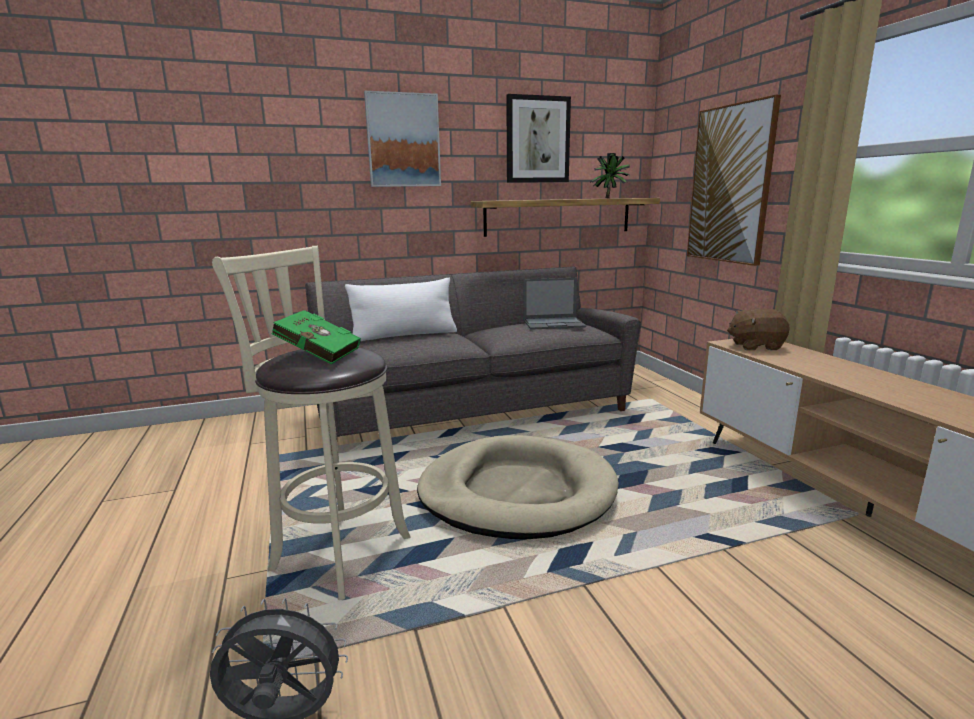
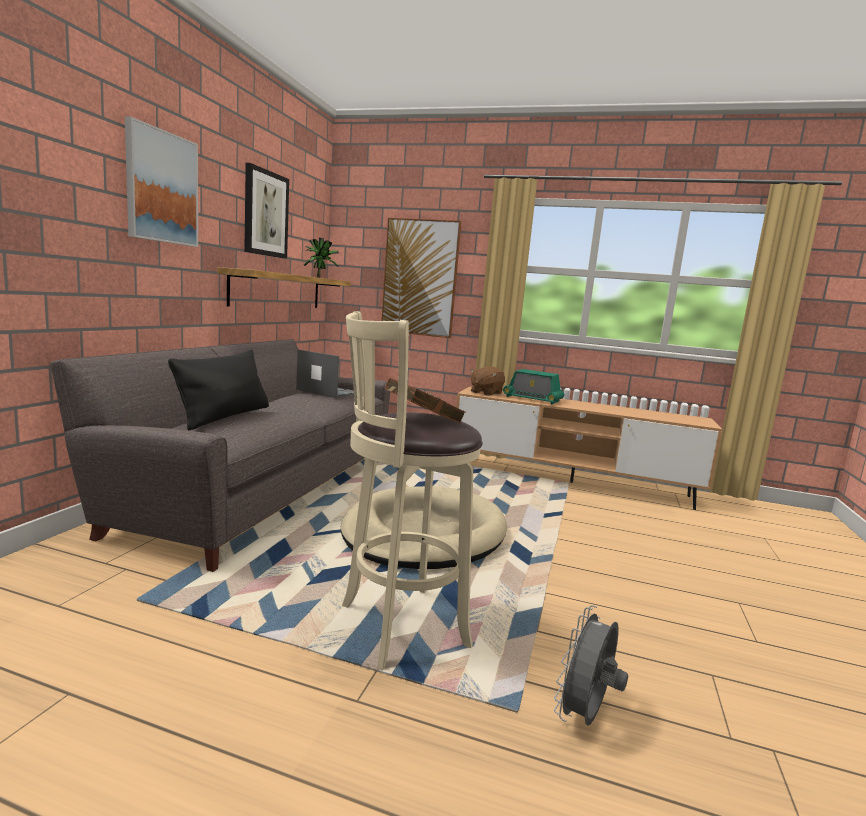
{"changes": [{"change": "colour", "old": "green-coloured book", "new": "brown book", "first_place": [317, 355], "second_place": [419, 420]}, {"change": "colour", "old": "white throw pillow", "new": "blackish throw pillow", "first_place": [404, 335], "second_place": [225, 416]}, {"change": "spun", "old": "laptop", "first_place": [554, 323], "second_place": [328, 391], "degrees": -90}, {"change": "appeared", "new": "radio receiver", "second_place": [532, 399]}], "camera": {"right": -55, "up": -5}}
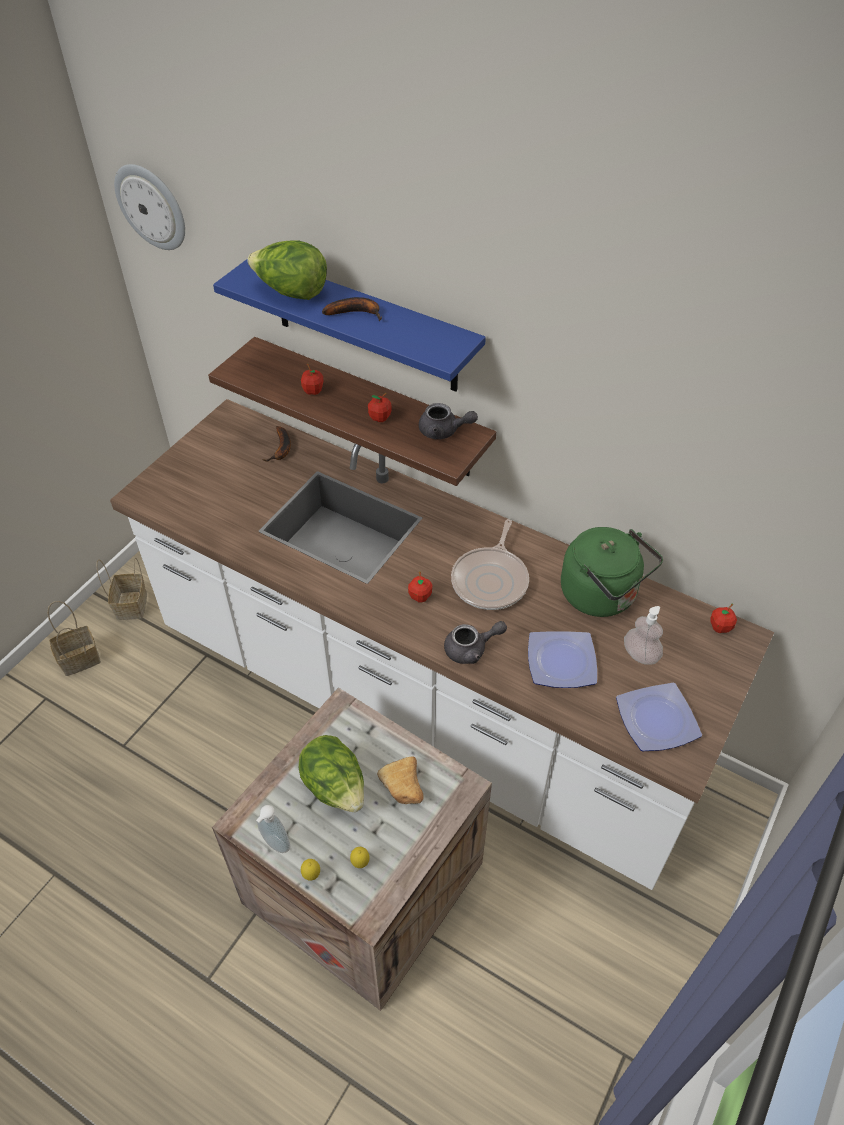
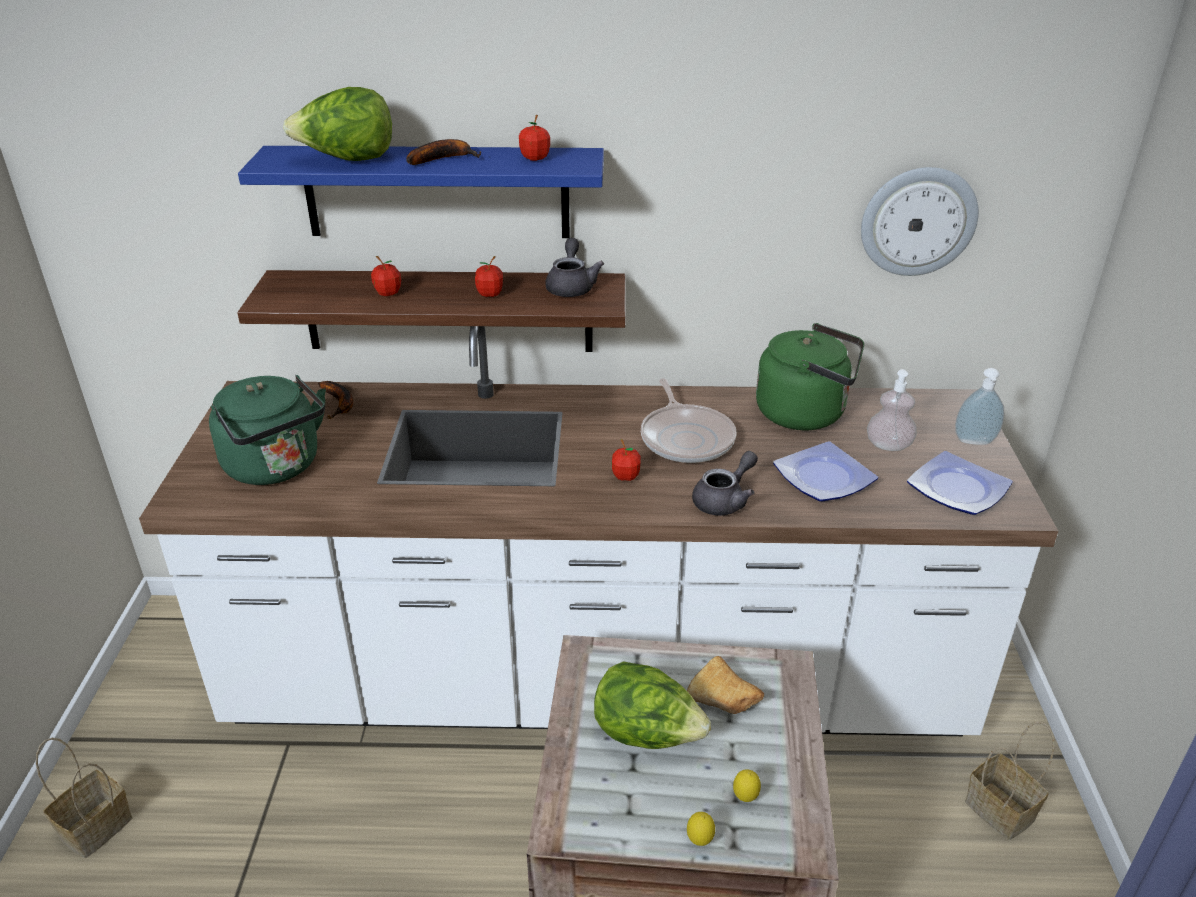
{"changes": [{"change": "relocated", "old": "basket", "first_place": [132, 606], "second_place": [1002, 811]}, {"change": "relocated", "old": "hanging clock", "first_place": [152, 206], "second_place": [918, 221]}, {"change": "relocated", "old": "liquid soap bottle", "first_place": [274, 845], "second_place": [974, 442]}, {"change": "spun", "old": "grey tea pot", "first_place": [444, 431], "second_place": [571, 286], "degrees": -75}, {"change": "relocated", "old": "whole apple", "first_place": [720, 627], "second_place": [535, 158]}, {"change": "appeared", "new": "green-coloured water kettle", "second_place": [276, 467]}], "camera": {"right": -30, "up": -15}}
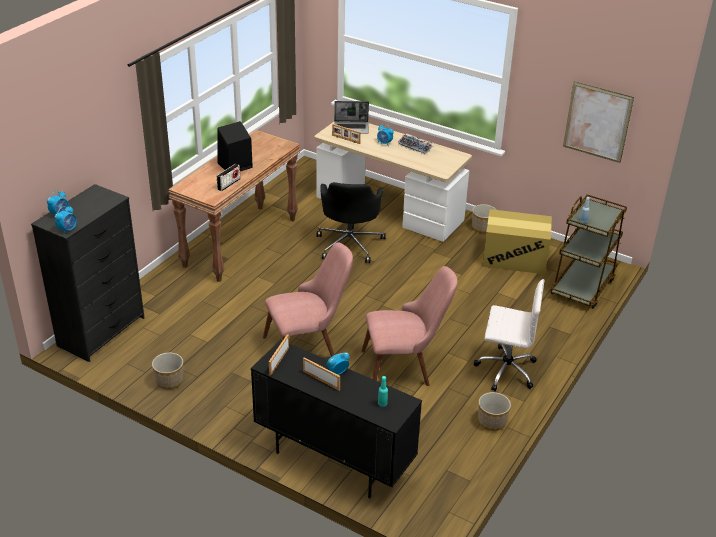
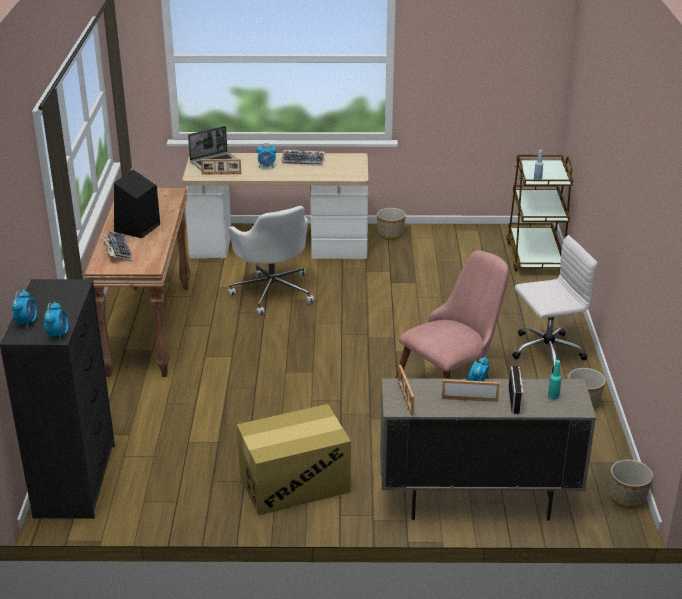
{"changes": [{"change": "relocated", "old": "planter", "first_place": [170, 381], "second_place": [627, 498]}, {"change": "relocated", "old": "radio receiver", "first_place": [229, 184], "second_place": [514, 400]}, {"change": "colour", "old": "blackish cabinet", "new": "beige-coloured cabinet", "first_place": [333, 461], "second_place": [477, 501]}, {"change": "missing", "old": "pinkish chair", "first_place": [309, 346]}, {"change": "colour", "old": "blackish computer chair", "new": "white computer chair", "first_place": [350, 244], "second_place": [273, 291]}, {"change": "relocated", "old": "carton", "first_place": [514, 258], "second_place": [294, 483]}, {"change": "missing", "old": "wall picture", "first_place": [597, 122]}, {"change": "appeared", "new": "keyboard", "second_place": [117, 250]}], "camera": {"right": -30, "up": -5}}
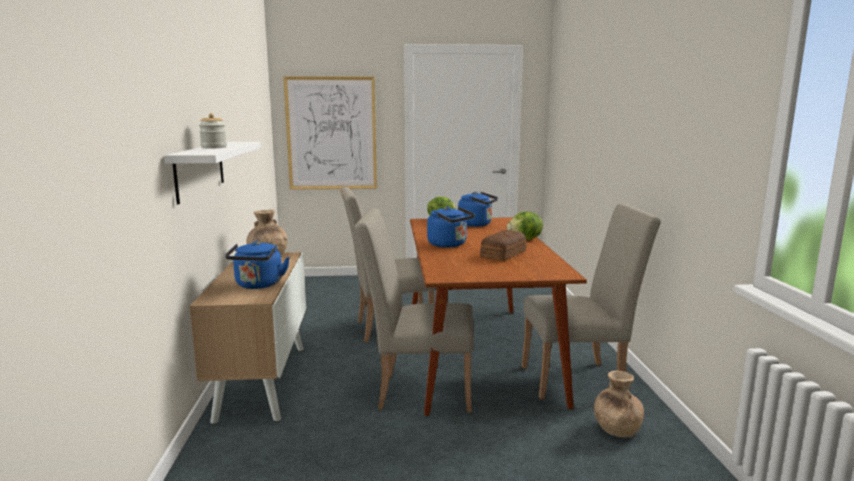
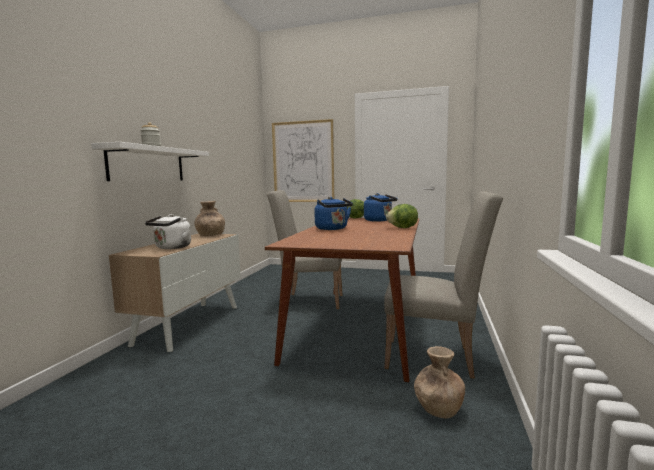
{"changes": [{"change": "colour", "old": "blue-coloured water kettle", "new": "white water kettle", "first_place": [258, 285], "second_place": [171, 248]}, {"change": "missing", "old": "beige-coloured chair", "first_place": [417, 391]}, {"change": "missing", "old": "baked bread", "first_place": [502, 254]}], "camera": {"right": 20, "up": -5}}
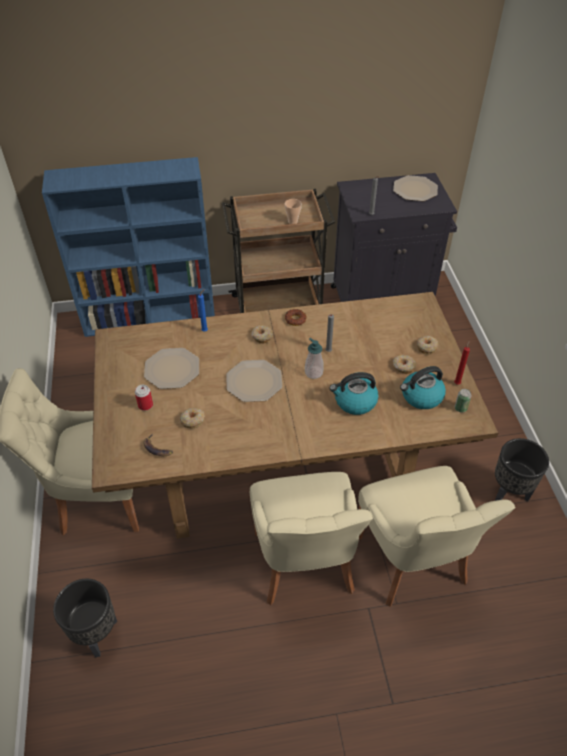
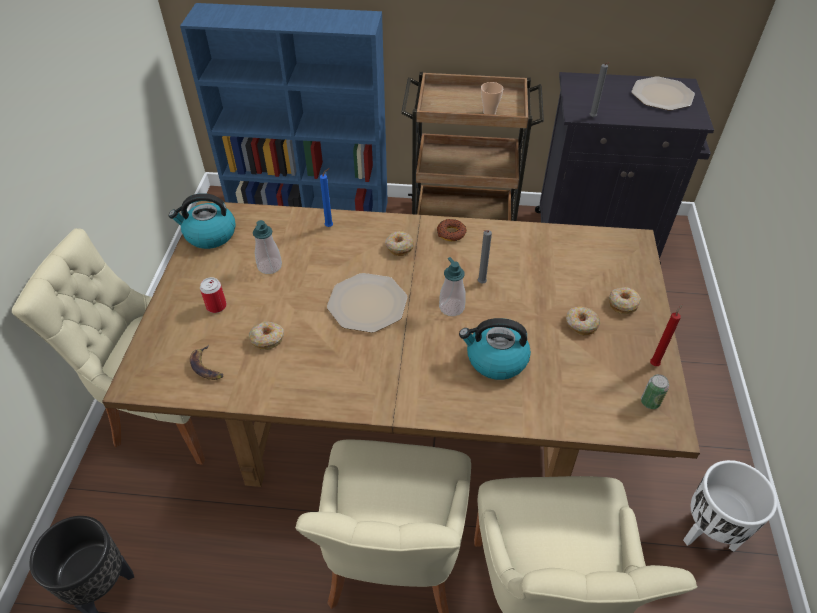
{"changes": [{"change": "exchanged", "old": "plate", "new": "liquid soap bottle", "first_place": [172, 369], "second_place": [269, 266]}, {"change": "relocated", "old": "water kettle", "first_place": [421, 396], "second_place": [209, 235]}, {"change": "colour", "old": "blackish planter", "new": "white planter", "first_place": [509, 493], "second_place": [708, 533]}], "camera": {"right": 15, "up": 0}}
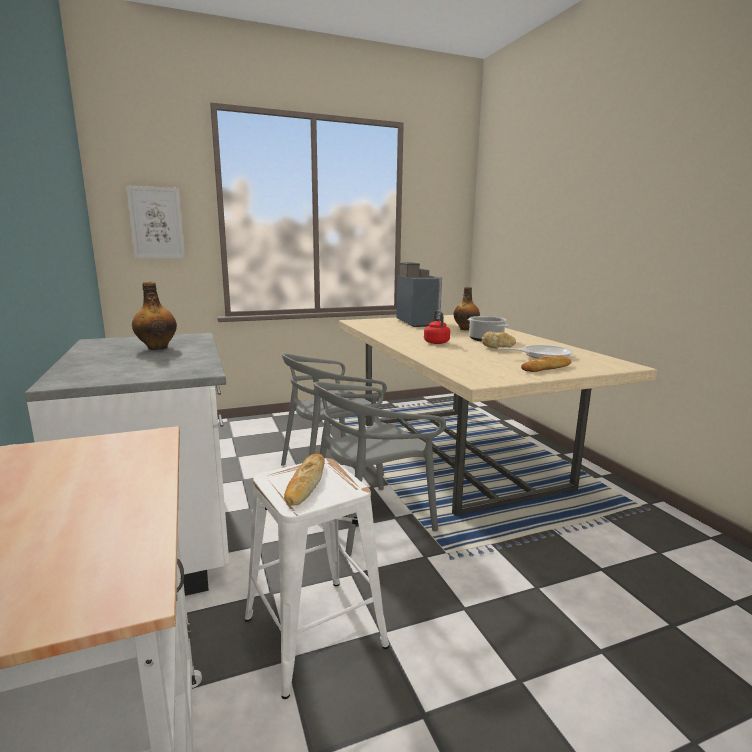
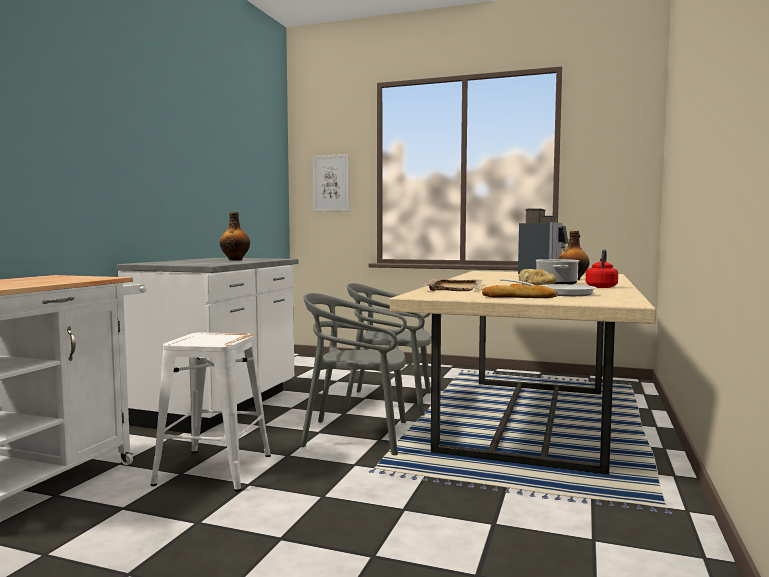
{"changes": [{"change": "missing", "old": "baked bread", "first_place": [305, 483]}, {"change": "relocated", "old": "red-coloured water kettle", "first_place": [436, 342], "second_place": [601, 287]}, {"change": "appeared", "new": "beige-coloured carrying tray", "second_place": [454, 287]}], "camera": {"right": 40, "up": -10}}
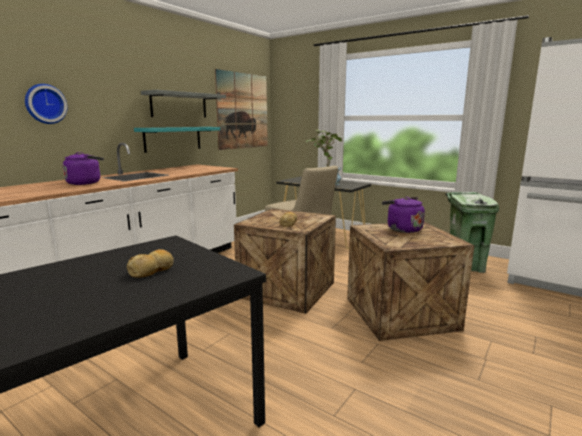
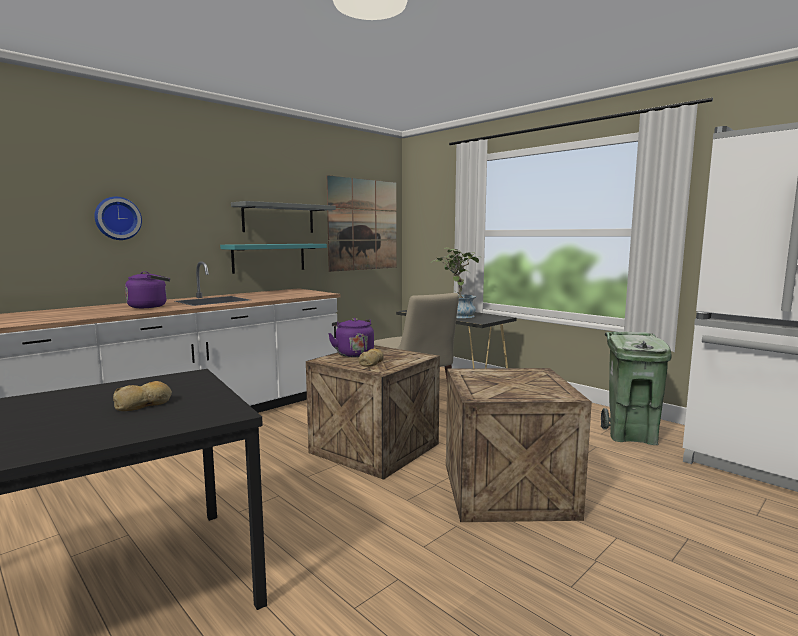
{"changes": [{"change": "relocated", "old": "purple water kettle", "first_place": [402, 229], "second_place": [353, 354]}], "camera": {"right": 10, "up": -5}}
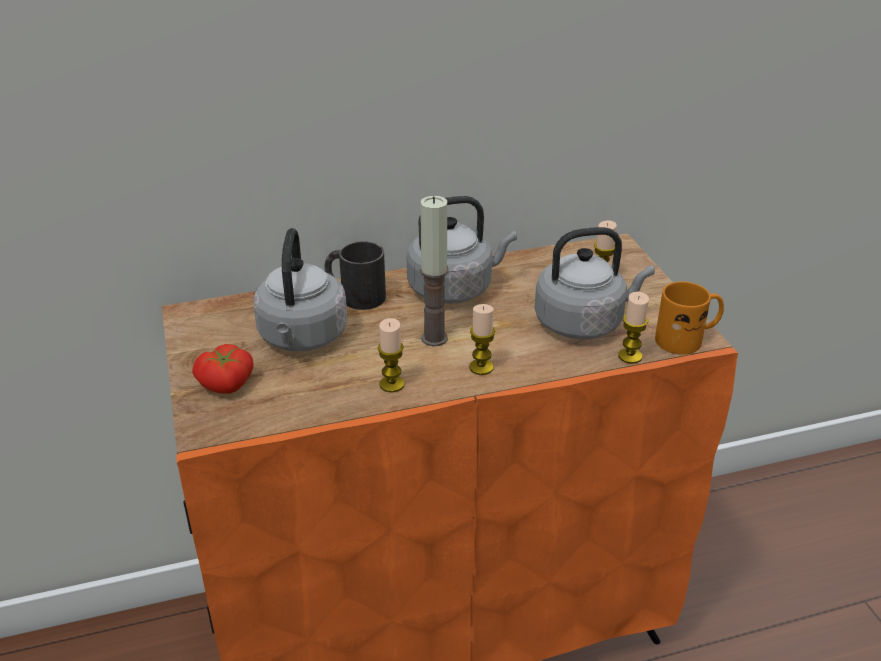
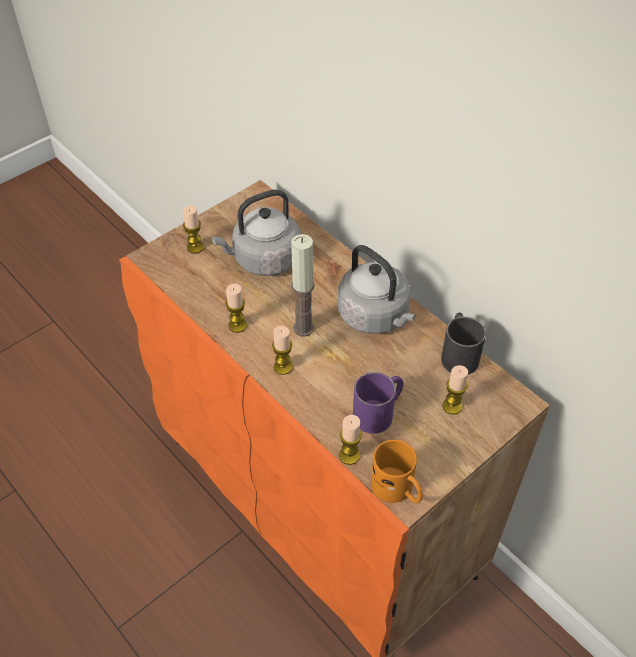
{"changes": [{"change": "exchanged", "old": "whole tomato", "new": "wax candle", "first_place": [226, 385], "second_place": [195, 247]}, {"change": "relocated", "old": "blackish tea mug", "first_place": [355, 295], "second_place": [458, 353]}, {"change": "exchanged", "old": "grey water kettle", "new": "purple tea mug", "first_place": [583, 322], "second_place": [379, 412]}], "camera": {"right": 65, "up": 15}}
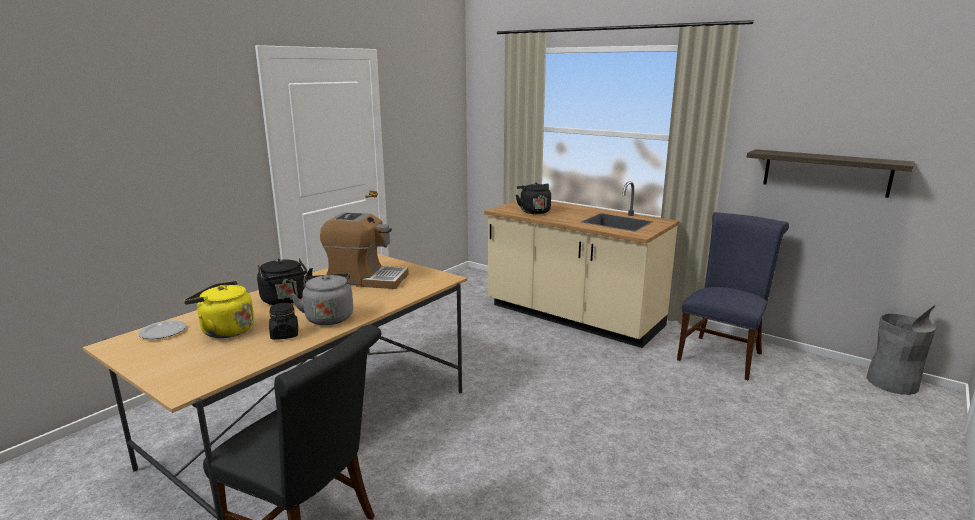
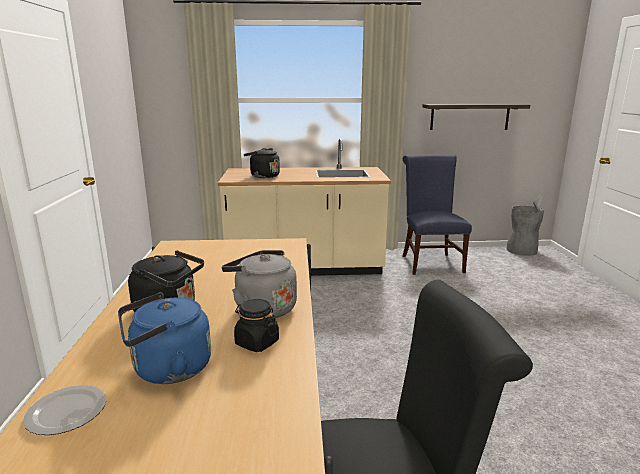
{"changes": [{"change": "colour", "old": "yellow-coloured water kettle", "new": "blue-coloured water kettle", "first_place": [225, 330], "second_place": [168, 370]}, {"change": "missing", "old": "coffee brewer", "first_place": [366, 279]}], "camera": {"right": -40, "up": 0}}
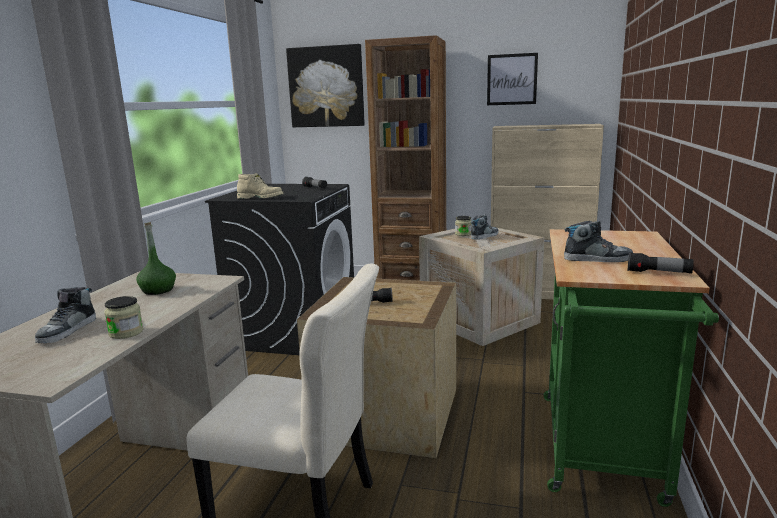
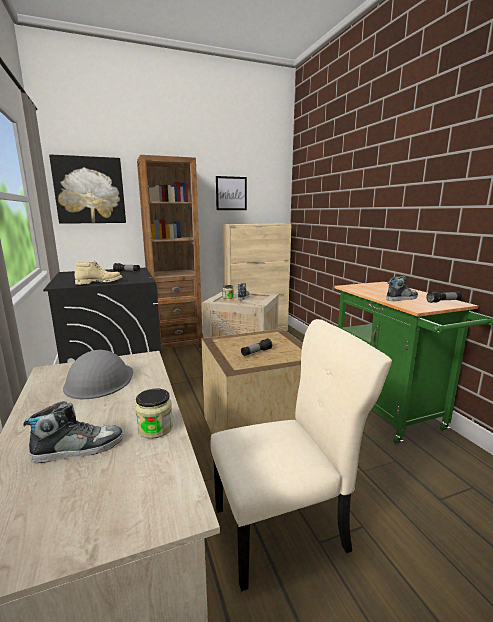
{"changes": [{"change": "spun", "old": "low shoe", "first_place": [68, 331], "second_place": [78, 448], "degrees": -90}, {"change": "exchanged", "old": "green-coloured bottle", "new": "grey hard hat", "first_place": [158, 290], "second_place": [99, 380]}], "camera": {"right": -35, "up": 0}}
